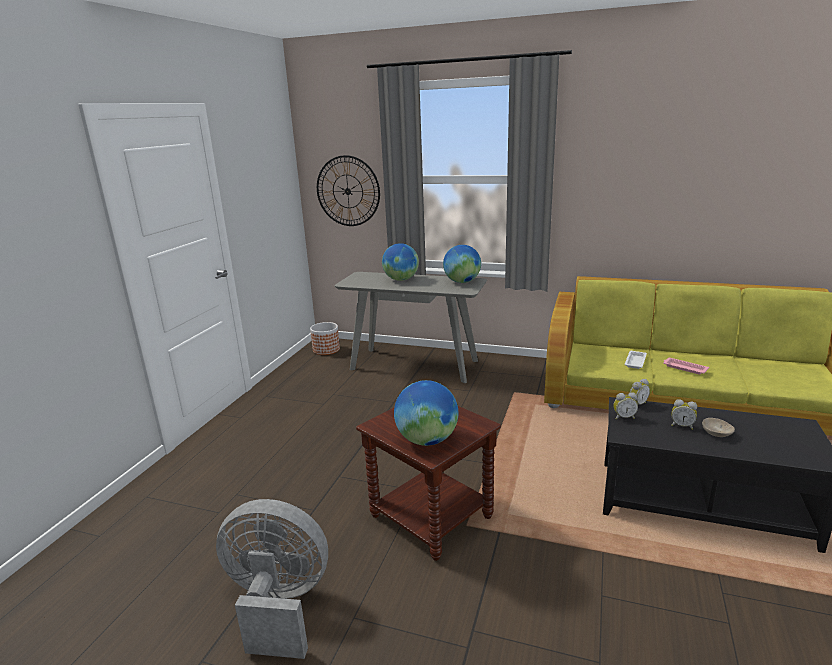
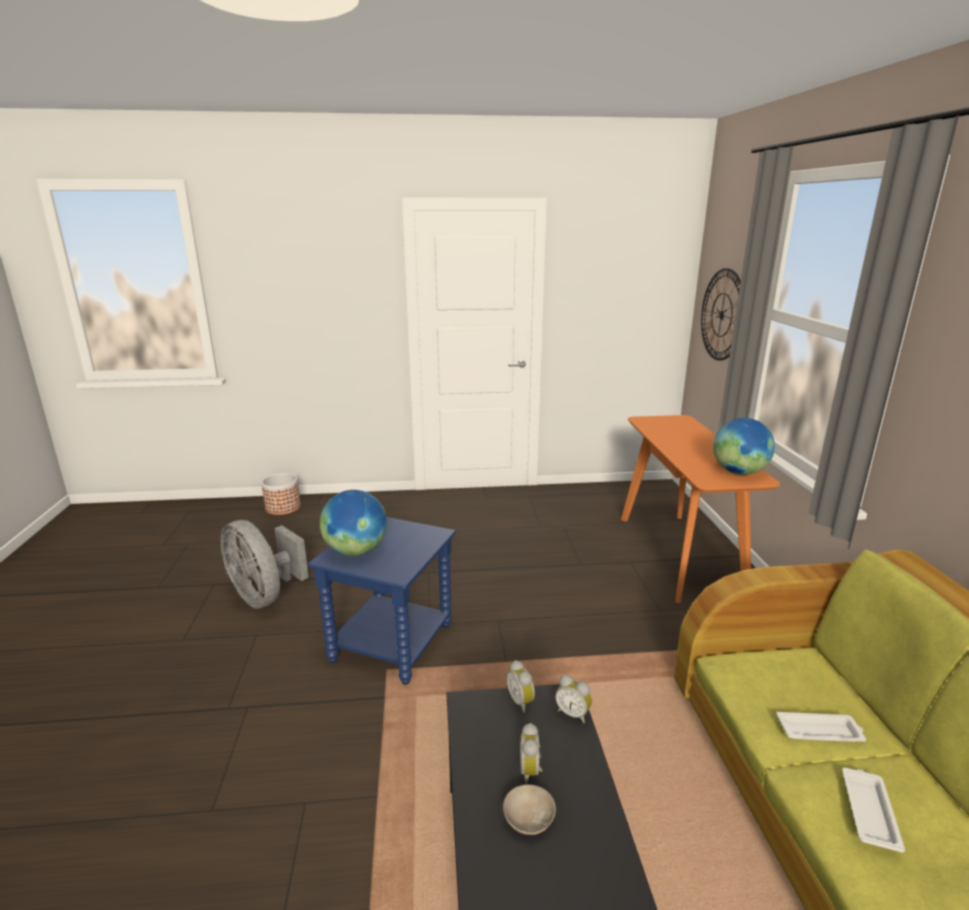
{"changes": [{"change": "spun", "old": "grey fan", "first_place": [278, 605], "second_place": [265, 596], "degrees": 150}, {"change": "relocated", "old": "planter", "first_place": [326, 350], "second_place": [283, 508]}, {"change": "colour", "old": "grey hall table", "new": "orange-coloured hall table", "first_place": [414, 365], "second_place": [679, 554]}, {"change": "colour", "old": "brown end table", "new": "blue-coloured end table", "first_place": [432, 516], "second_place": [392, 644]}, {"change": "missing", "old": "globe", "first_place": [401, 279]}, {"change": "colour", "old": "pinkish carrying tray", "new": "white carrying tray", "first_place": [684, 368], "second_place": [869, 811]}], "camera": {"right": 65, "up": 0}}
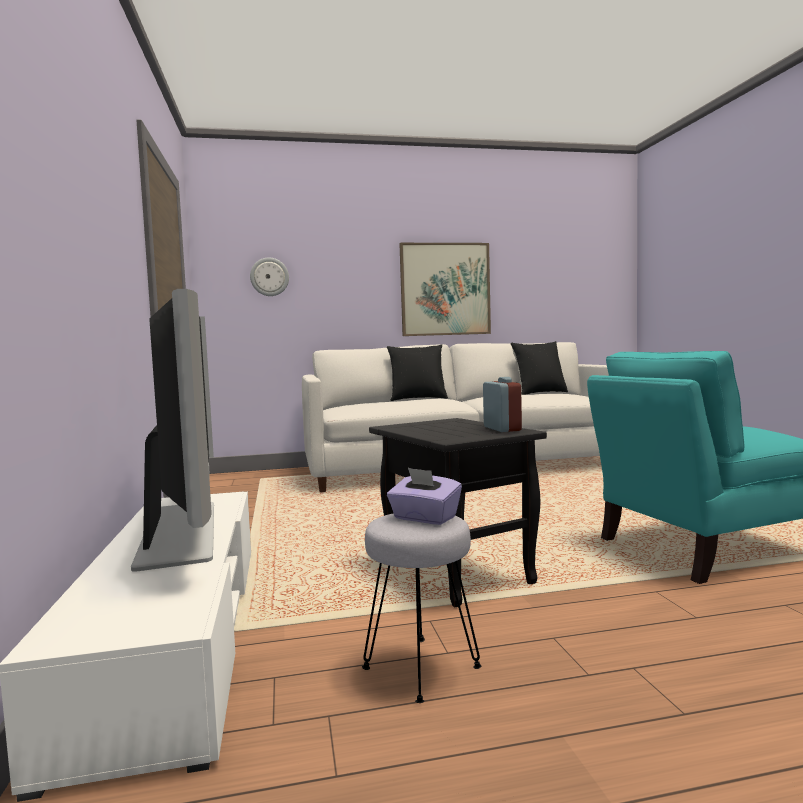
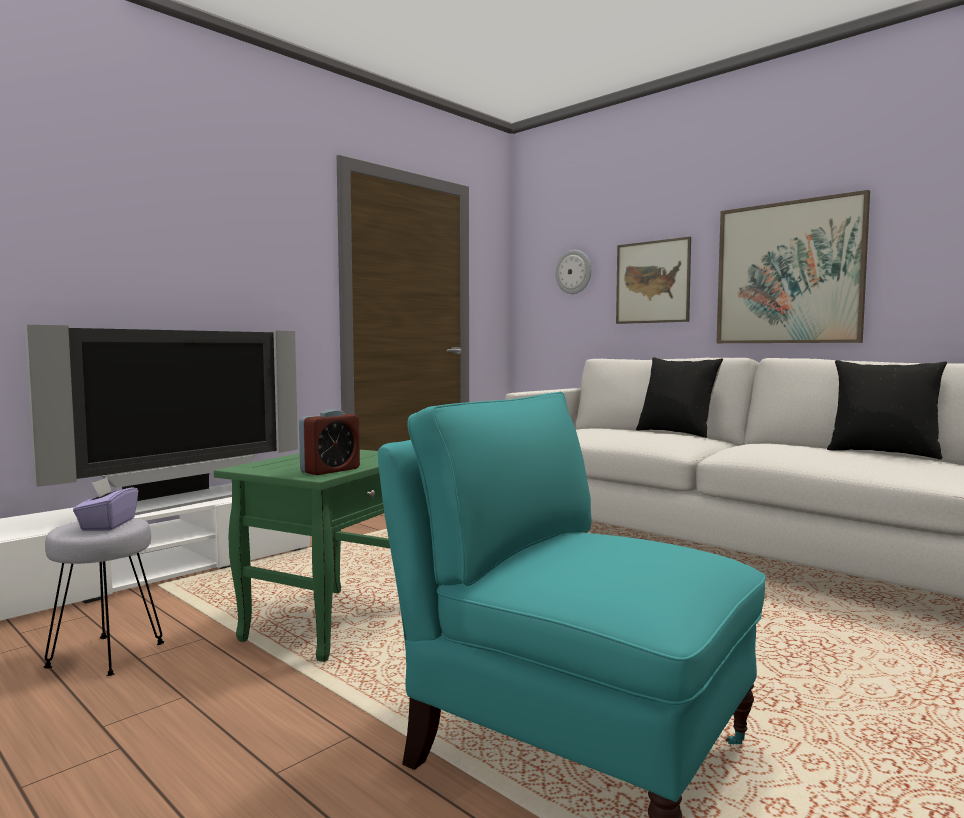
{"changes": [{"change": "colour", "old": "blackish end table", "new": "green-coloured end table", "first_place": [454, 572], "second_place": [330, 622]}, {"change": "appeared", "new": "wall picture", "second_place": [652, 282]}], "camera": {"right": 55, "up": 0}}
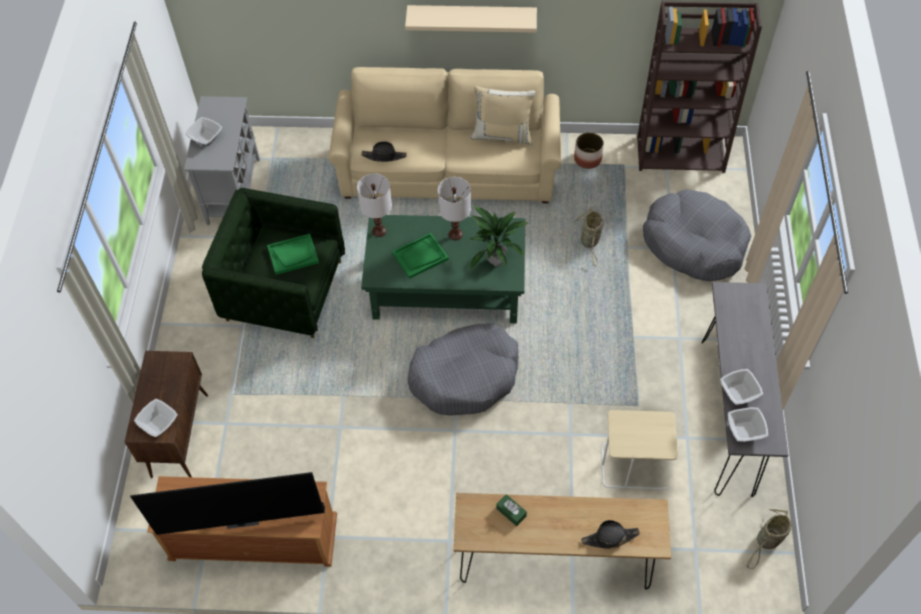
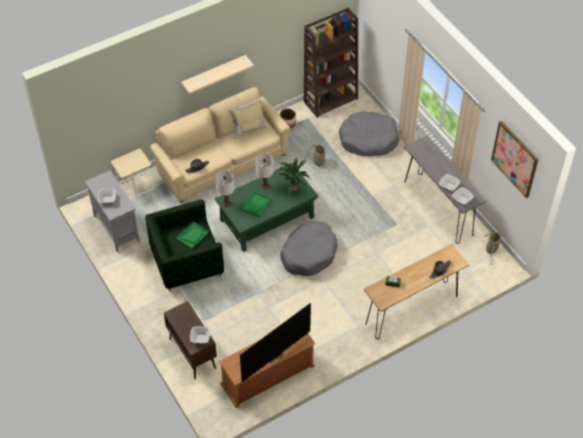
{"changes": [{"change": "relocated", "old": "beige-coloured end table", "first_place": [634, 465], "second_place": [135, 186]}, {"change": "appeared", "new": "wall picture", "second_place": [515, 159]}], "camera": {"right": -35, "up": -5}}
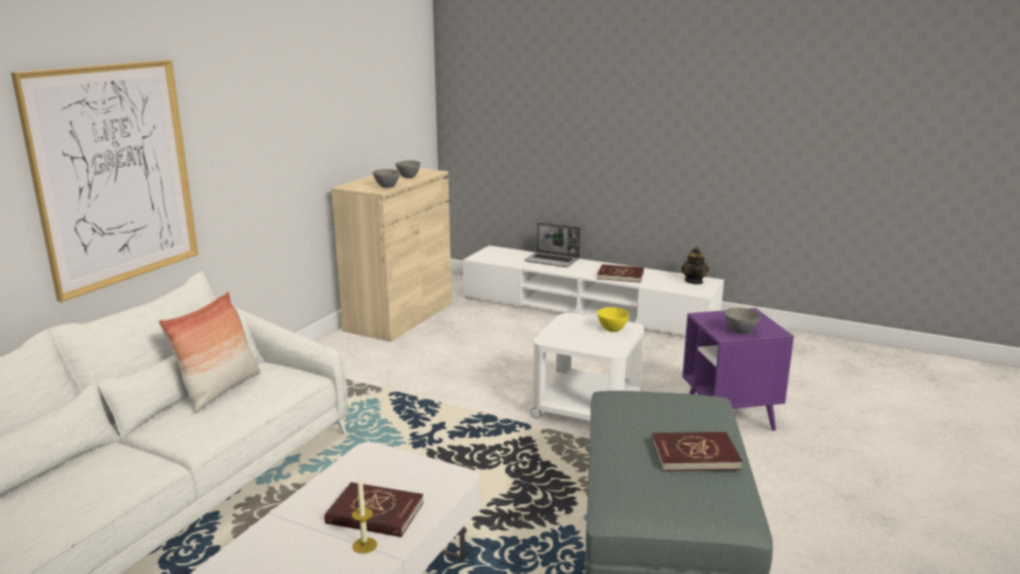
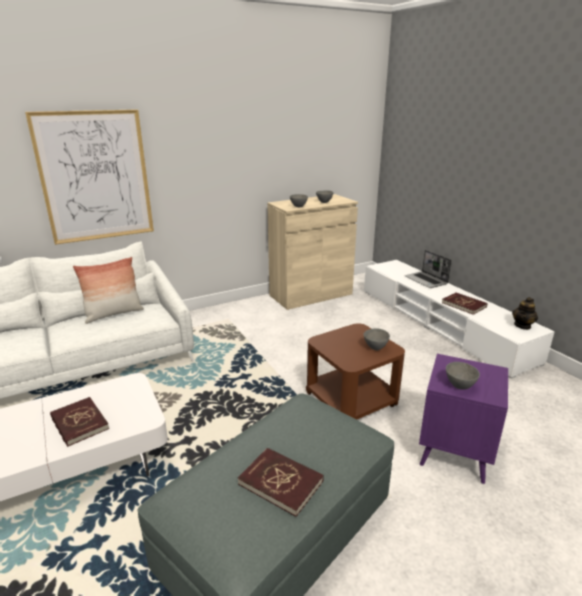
{"changes": [{"change": "missing", "old": "wax candle", "first_place": [364, 545]}, {"change": "colour", "old": "white end table", "new": "brown end table", "first_place": [587, 408], "second_place": [351, 400]}, {"change": "colour", "old": "yellow-coloured bowl", "new": "grey bowl", "first_place": [611, 329], "second_place": [375, 347]}], "camera": {"right": 35, "up": 5}}
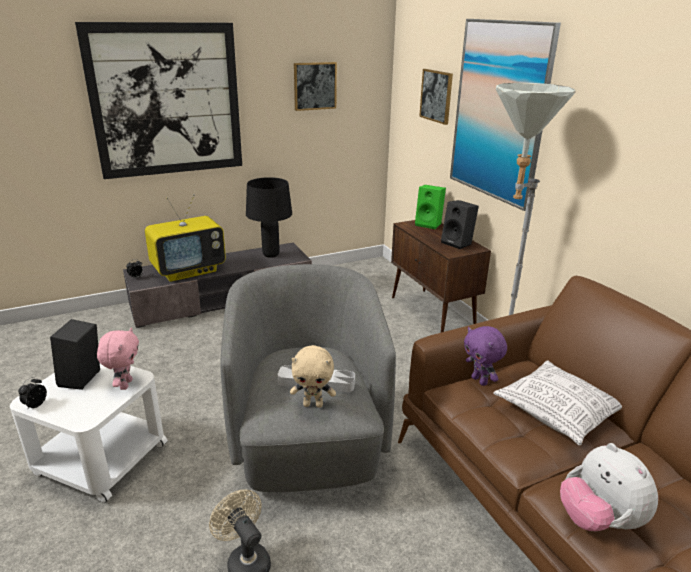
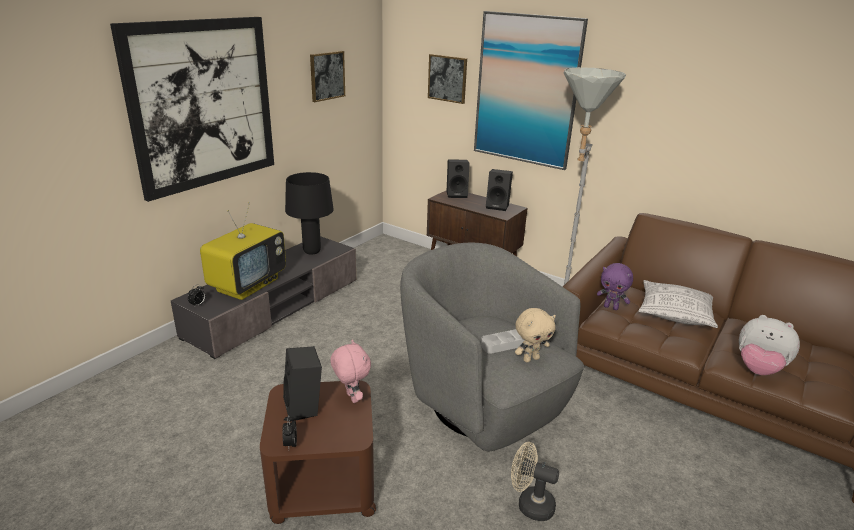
{"changes": [{"change": "colour", "old": "white end table", "new": "brown end table", "first_place": [101, 458], "second_place": [322, 484]}, {"change": "colour", "old": "green-coloured audio speaker", "new": "blackish audio speaker", "first_place": [429, 224], "second_place": [457, 194]}], "camera": {"right": -30, "up": 0}}
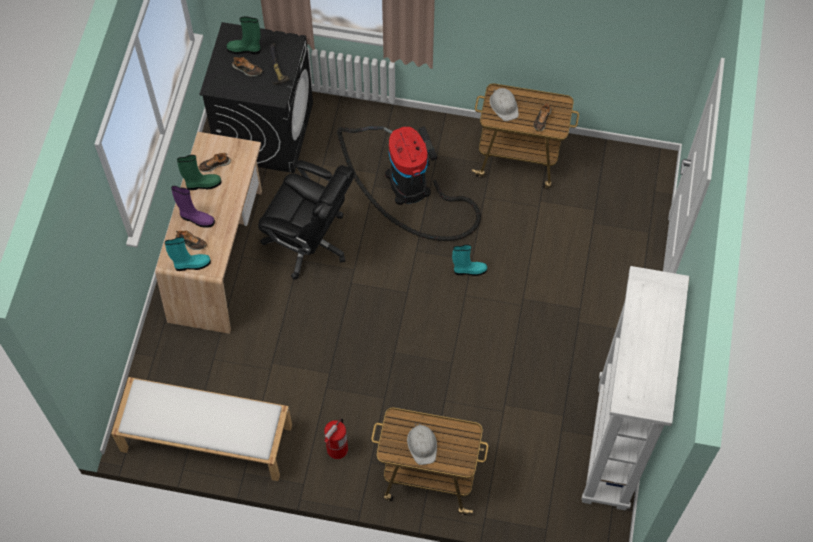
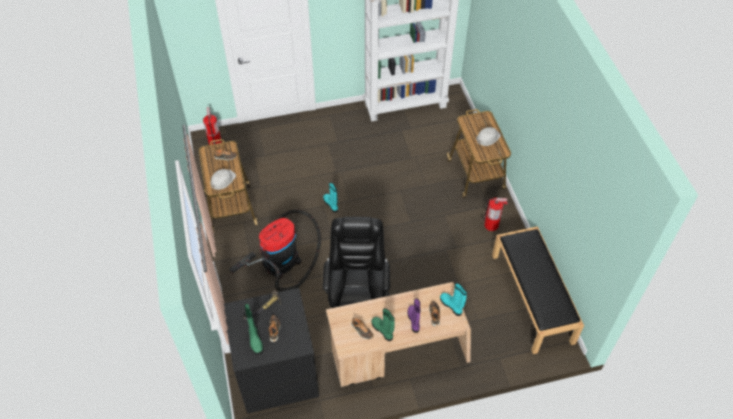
{"changes": [{"change": "colour", "old": "white indoor bench", "new": "blackish indoor bench", "first_place": [205, 438], "second_place": [532, 298]}, {"change": "appeared", "new": "fire-fighting cylinder", "second_place": [215, 142]}], "camera": {"right": -115, "up": -10}}
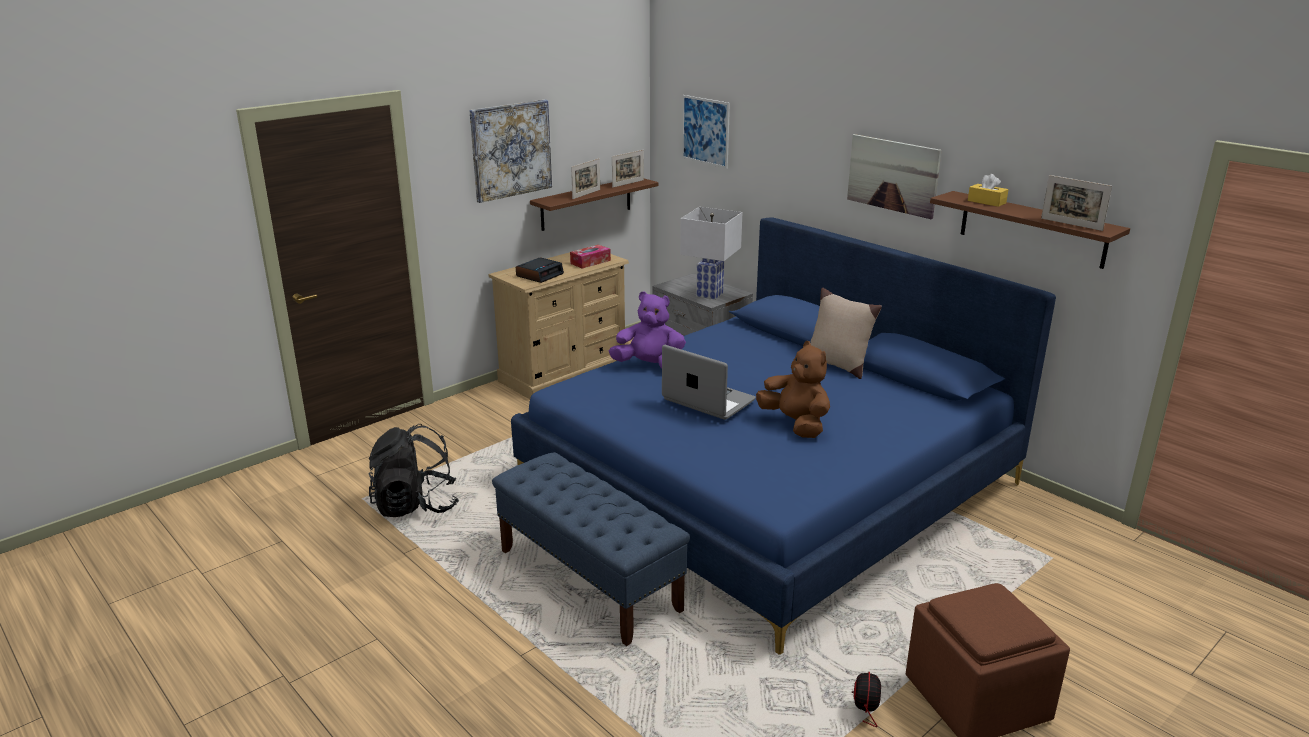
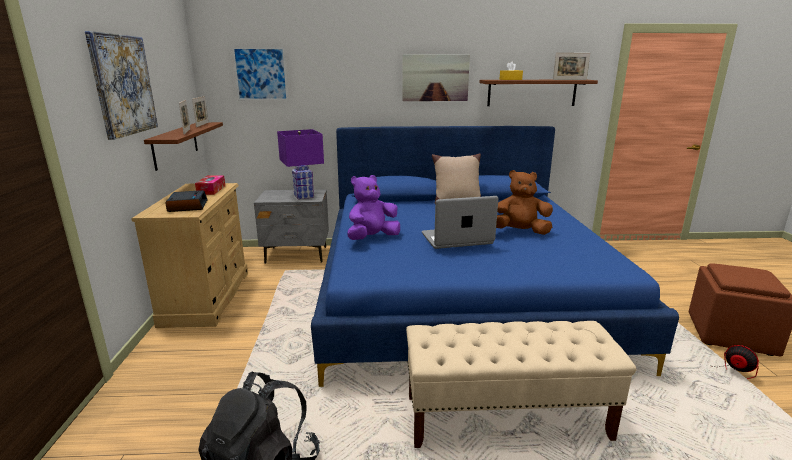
{"changes": [{"change": "colour", "old": "blue-coloured indoor bench", "new": "beige-coloured indoor bench", "first_place": [589, 580], "second_place": [506, 417]}, {"change": "colour", "old": "white lamp for a table", "new": "purple lamp for a table", "first_place": [710, 294], "second_place": [304, 196]}], "camera": {"right": -50, "up": -5}}
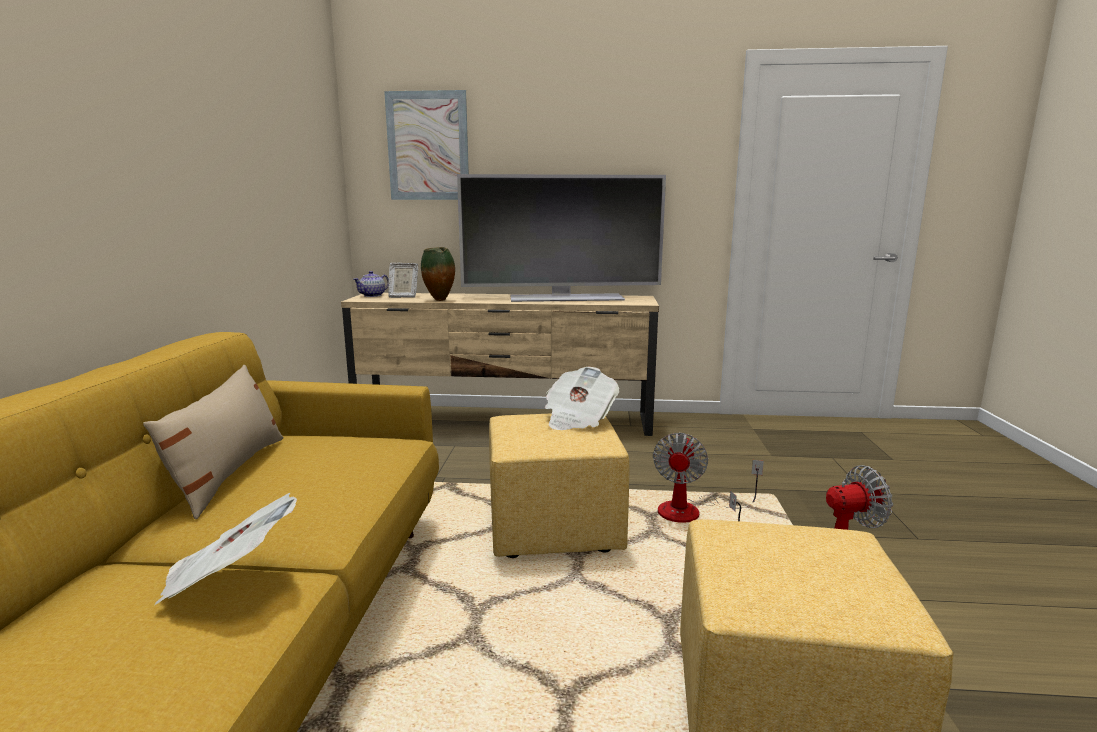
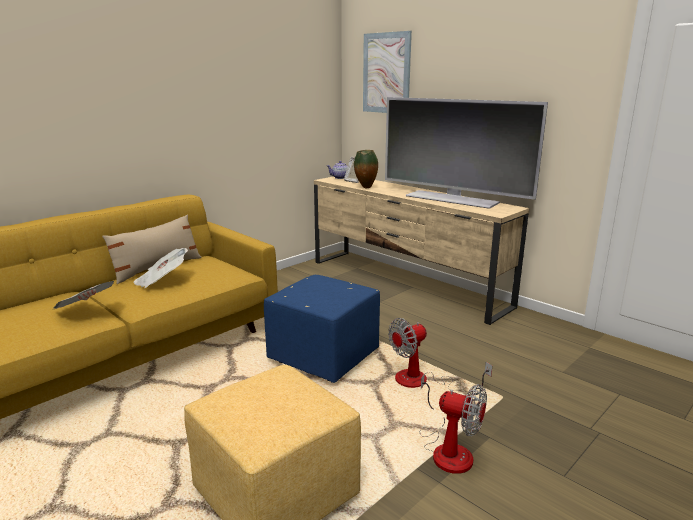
{"changes": [{"change": "colour", "old": "yellow-coloured pouffe", "new": "blue-coloured pouffe", "first_place": [554, 528], "second_place": [325, 357]}, {"change": "relocated", "old": "printed paper", "first_place": [578, 419], "second_place": [162, 281]}], "camera": {"right": 40, "up": 5}}
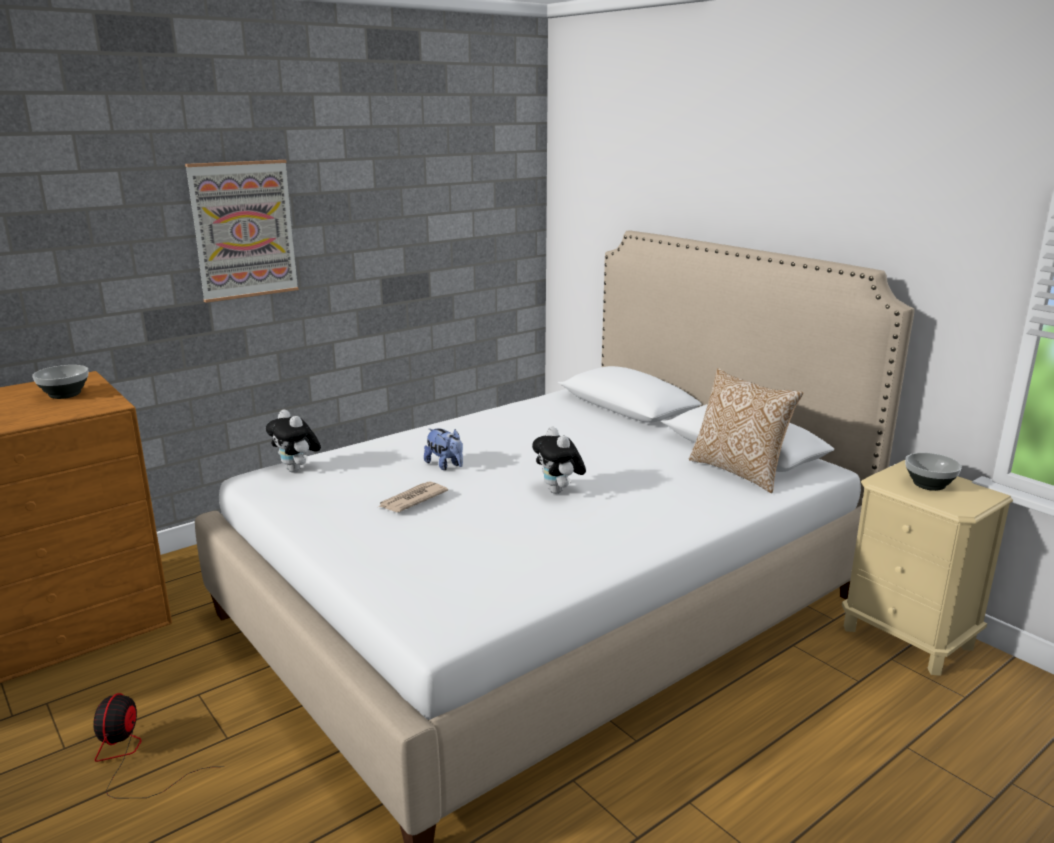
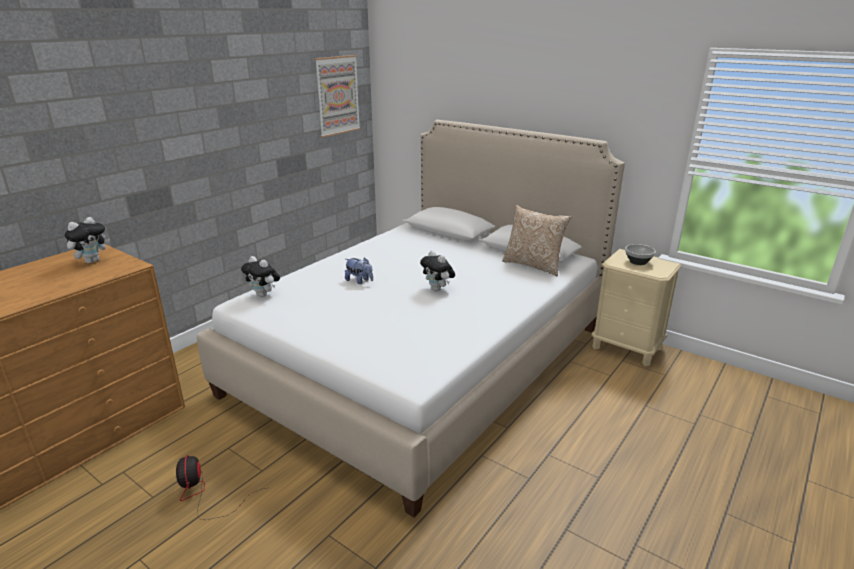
{"changes": [{"change": "exchanged", "old": "bowl", "new": "plush toy", "first_place": [65, 394], "second_place": [92, 261]}, {"change": "relocated", "old": "wall picture", "first_place": [244, 230], "second_place": [337, 95]}, {"change": "missing", "old": "printed paper", "first_place": [412, 500]}], "camera": {"right": -15, "up": 5}}
